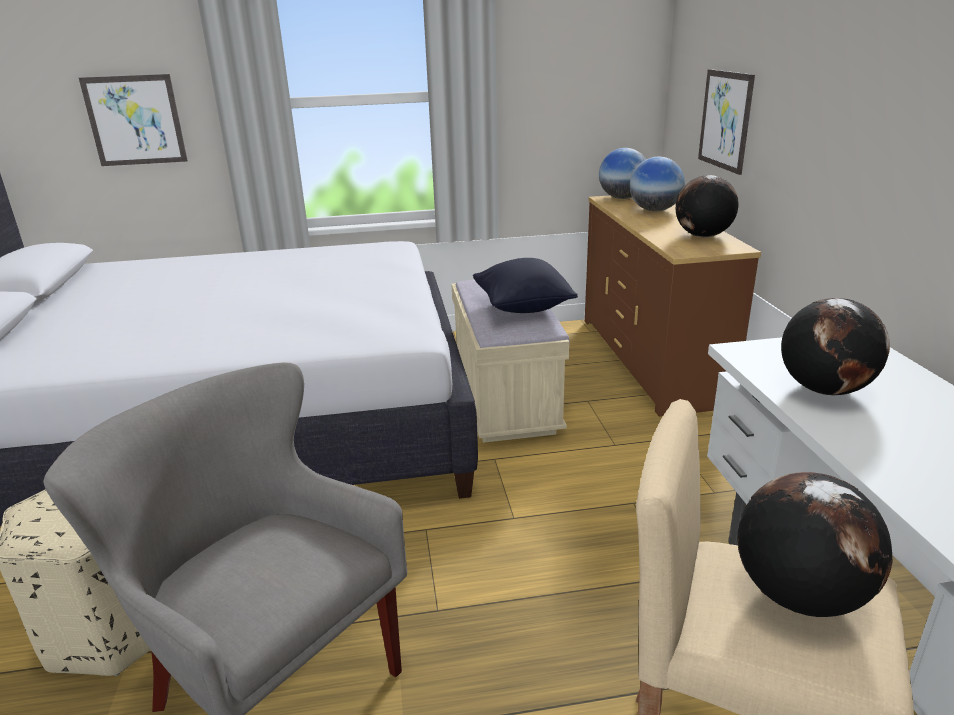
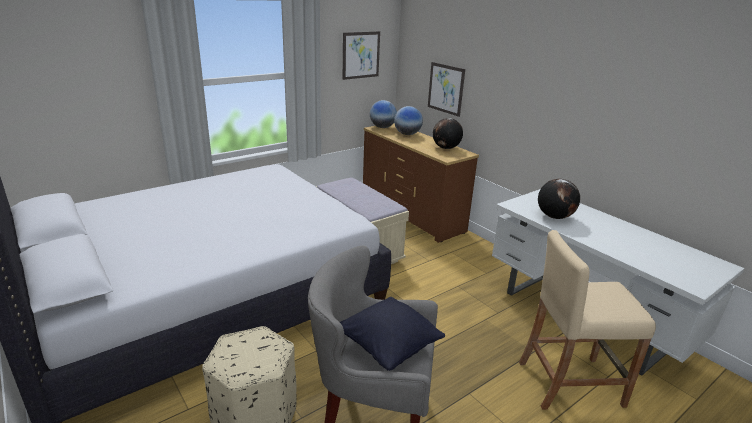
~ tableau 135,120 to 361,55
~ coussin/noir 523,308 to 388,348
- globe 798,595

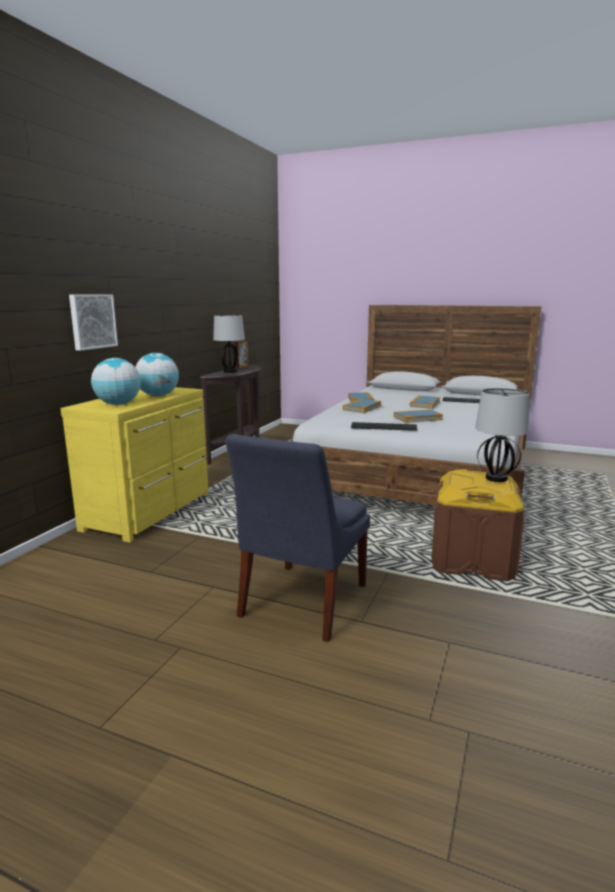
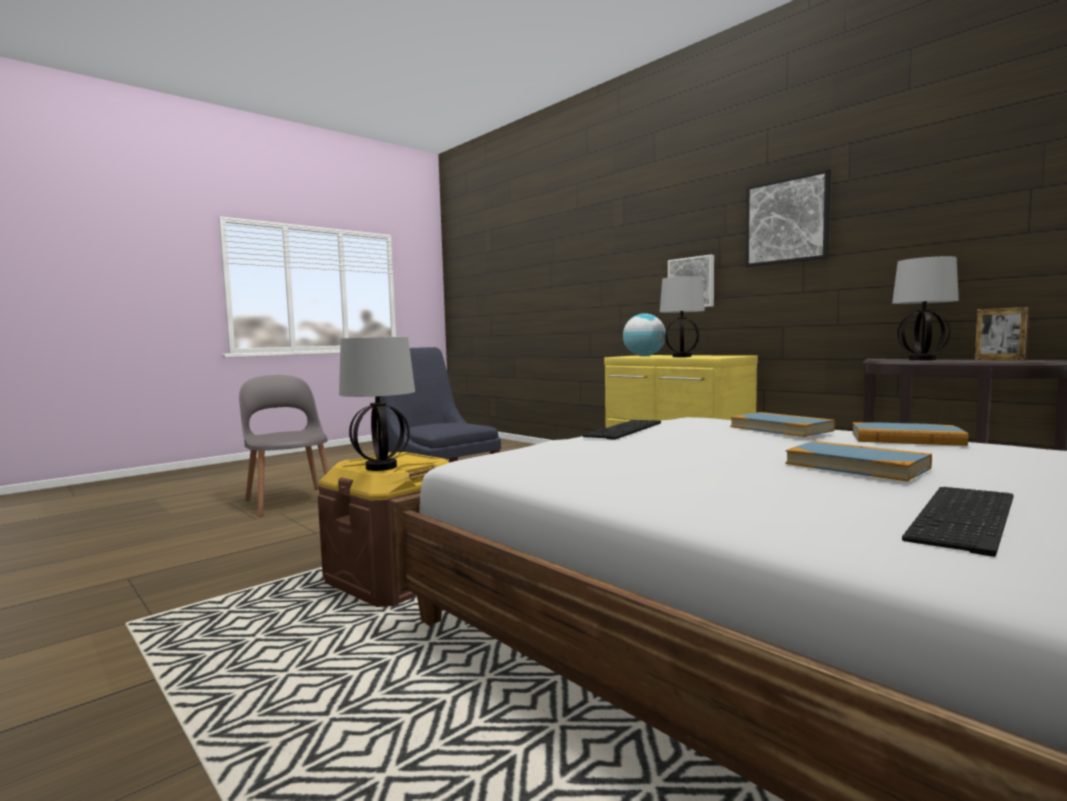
~ globe 158,395 to lampe de table 682,356
- livre 417,418
+ chaise/gris 289,500
+ tableau 787,221

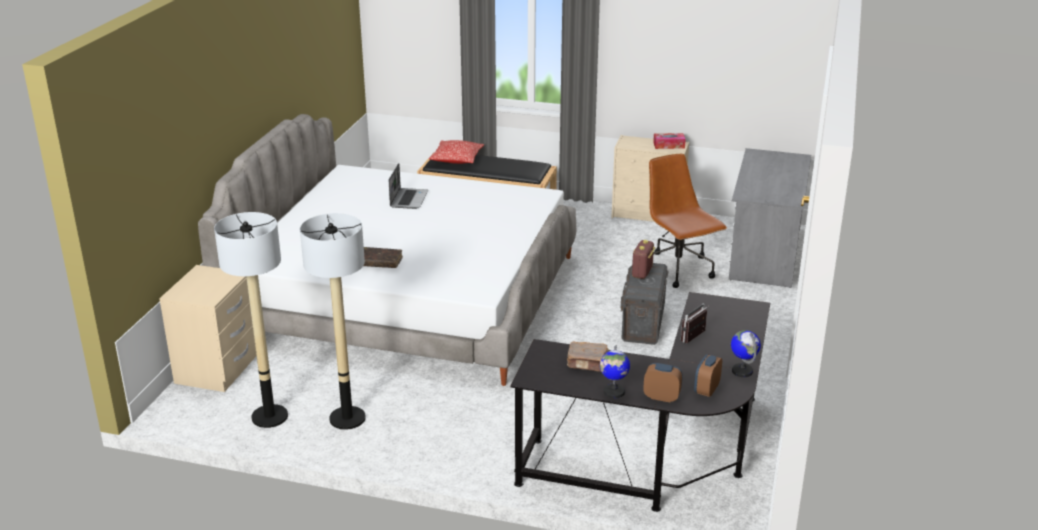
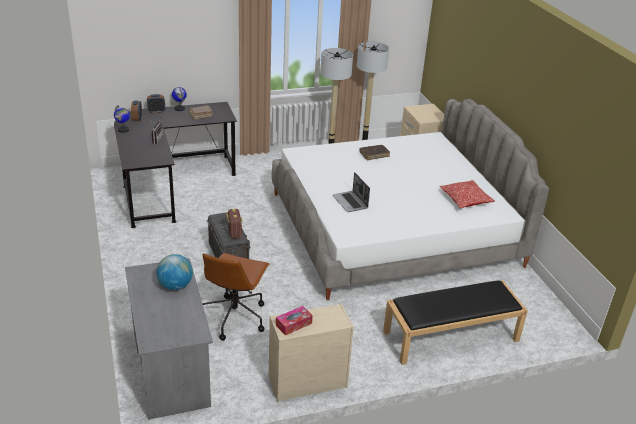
~ ordinateur portable 408,199 to 350,202
~ coussin 456,159 to 465,200
~ chaise de bureau/marron 678,270 = 234,317 75 degrees clockwise
+ globe 175,286

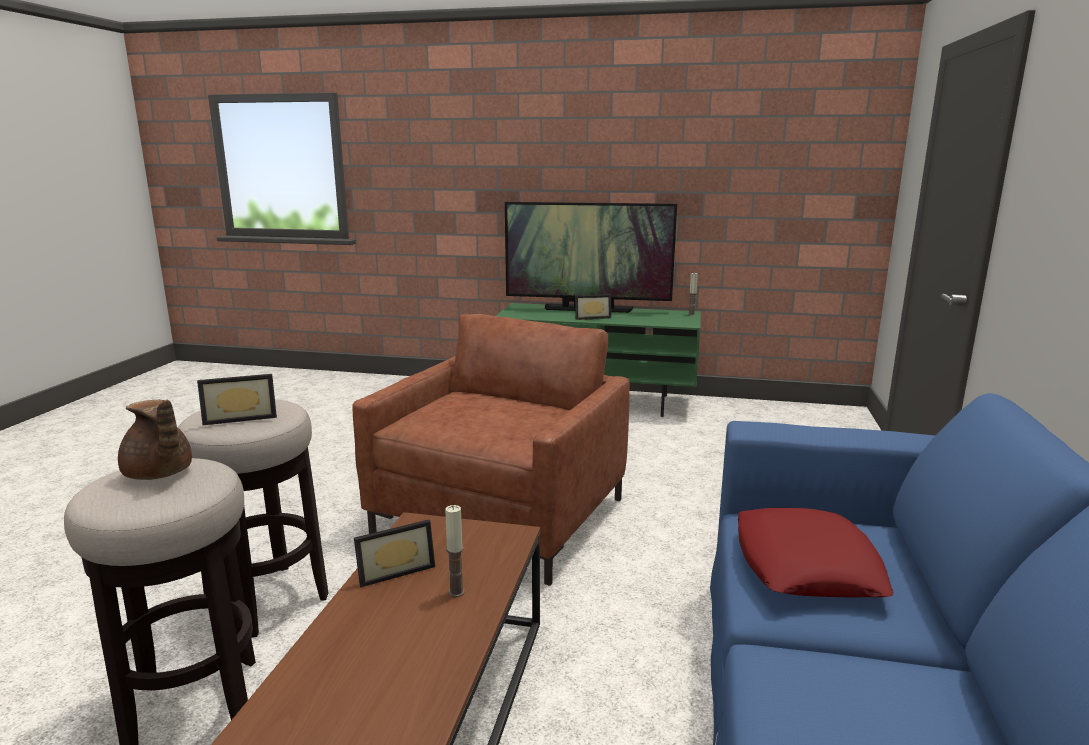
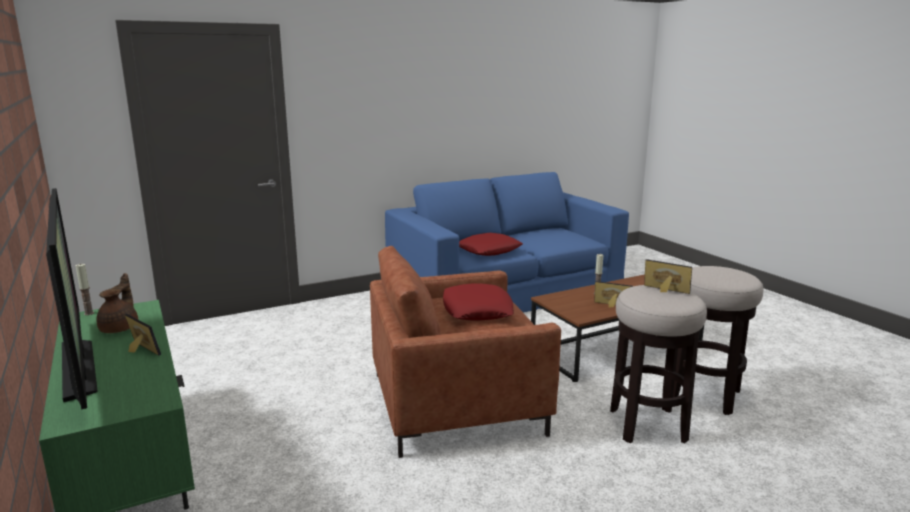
~ théière/marron 159,474 to 121,328
+ coussin/rouge 476,310

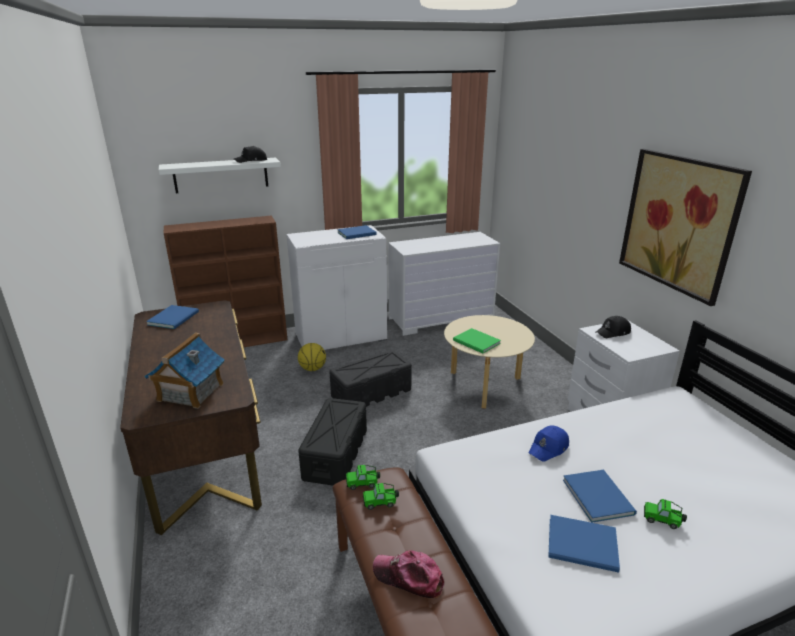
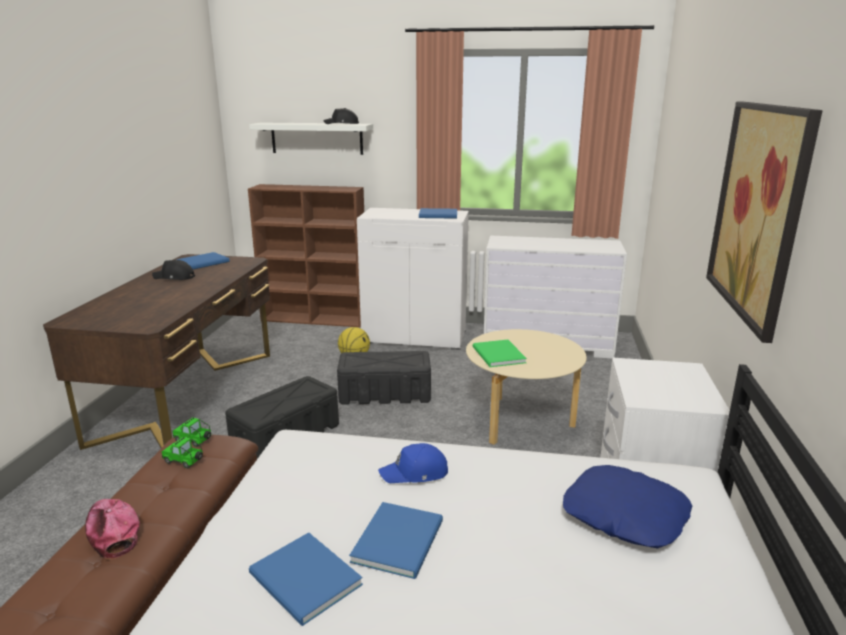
- maison miniature 190,392
~ casquette/noir 613,332 to 174,277
- petite voiture 663,520
+ coussin/bleu 624,516

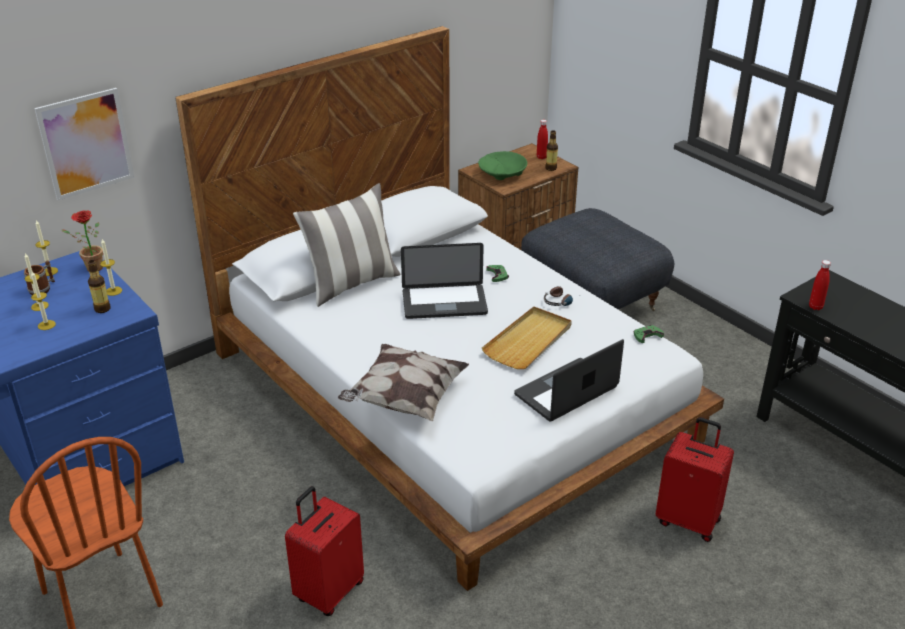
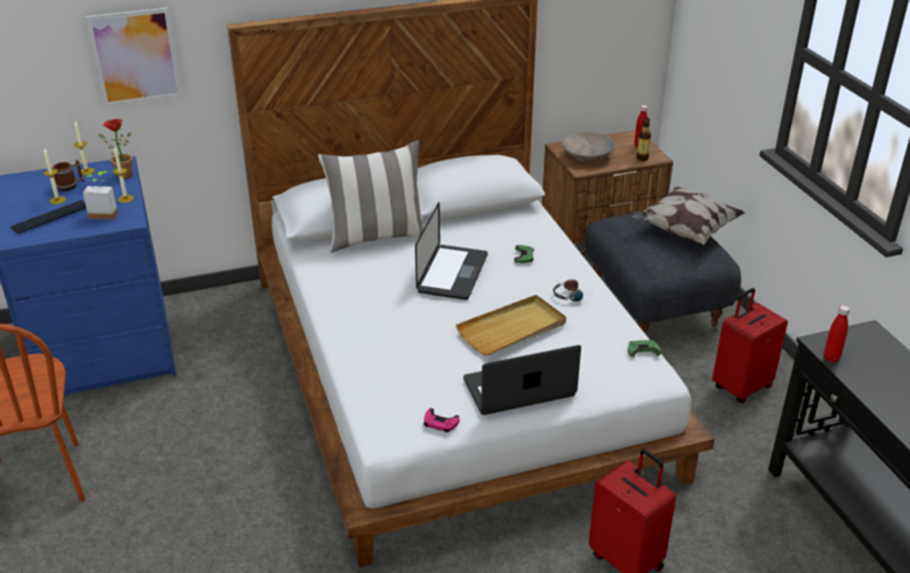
~ bougie 46,325 to clavier 51,218
~ bouteille 102,309 to plante en pot 105,213
~ valise/rouge 328,591 to 740,386
~ coussin 404,399 to 684,231
~ ordinateur portable 444,303 = 452,273 90 degrees counterclockwise
~ bol/vert 503,174 to bol/beige 588,156
+ manette/rose 440,423

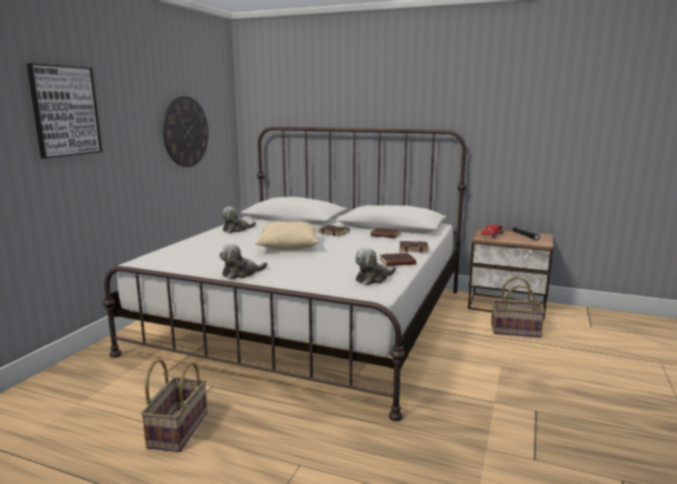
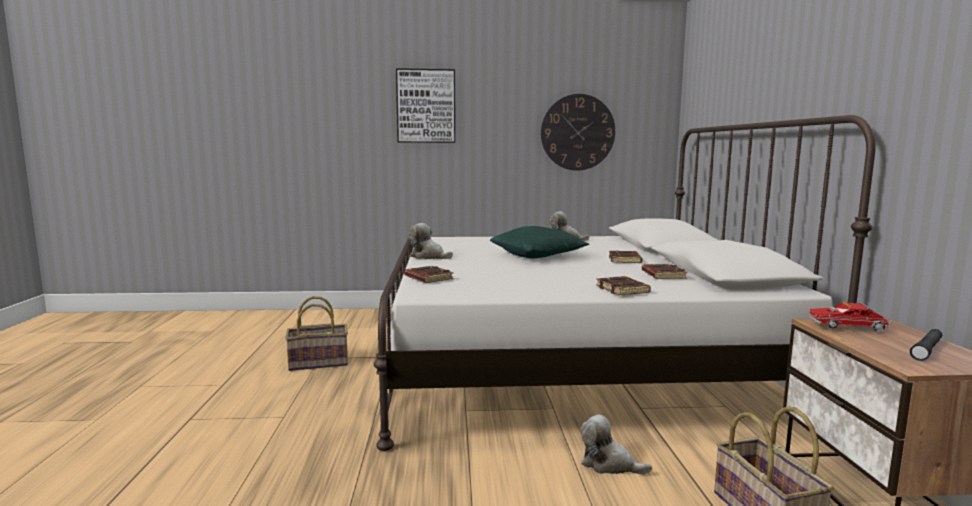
~ coussin/beige 288,246 to coussin/vert 538,255
~ peluche 373,279 to 609,464
~ livre/marron 397,263 to 427,278

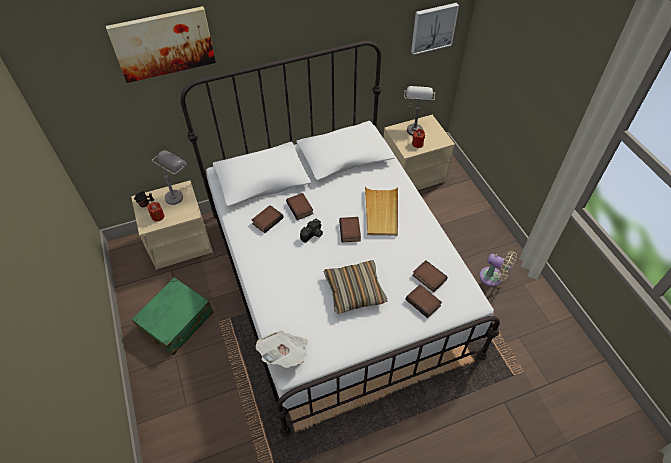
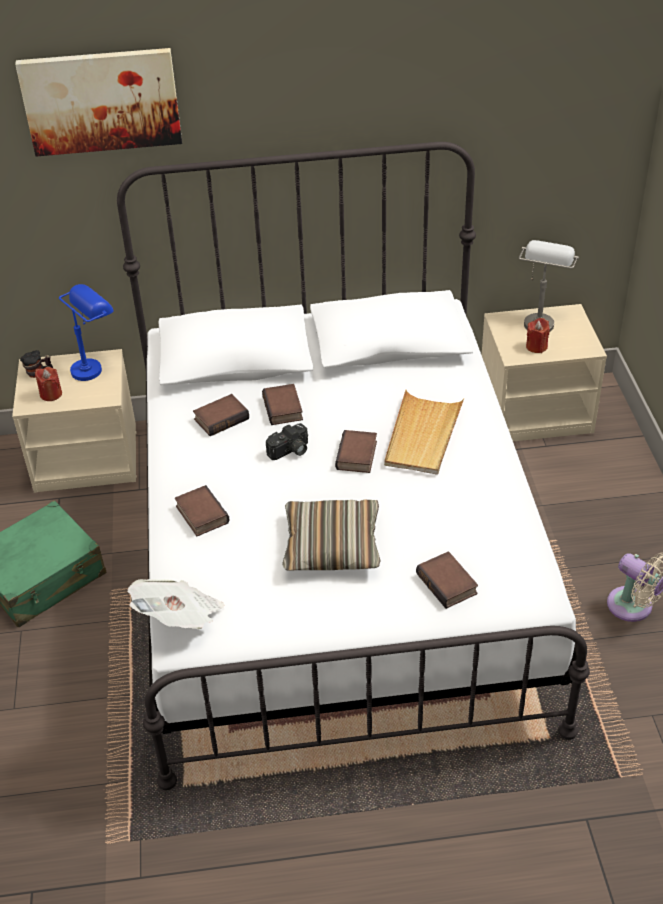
~ lampe de table/gris 178,194 to lampe de table/bleu 95,366
- tableau 433,27
~ livre 428,278 to 200,514

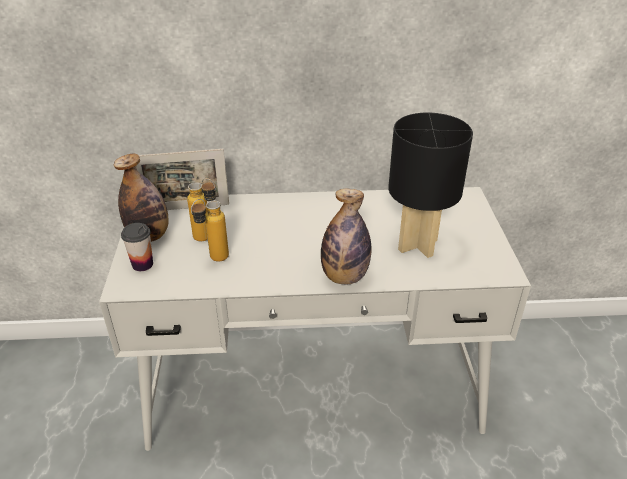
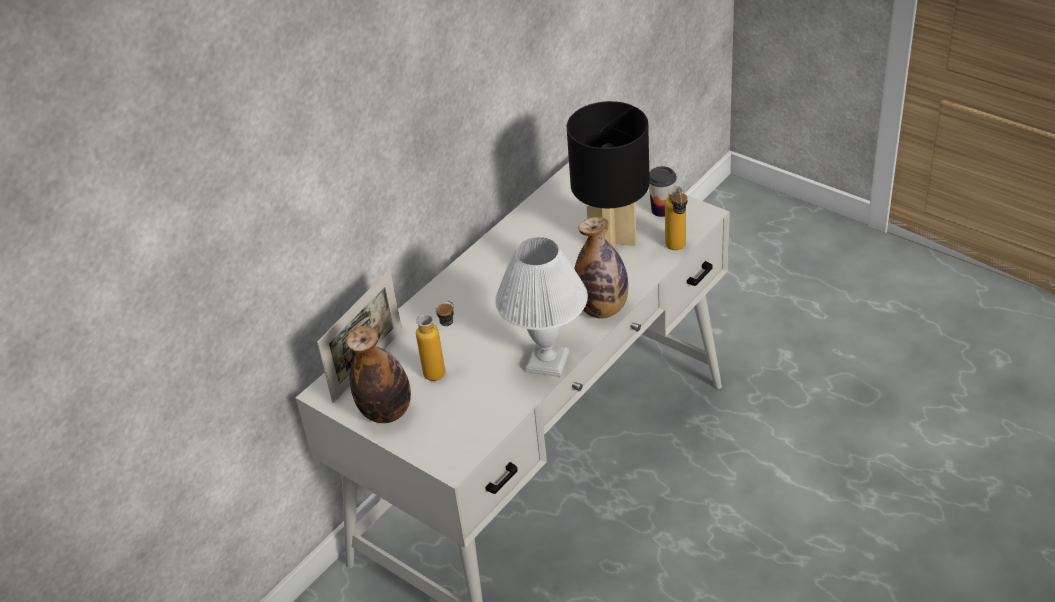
~ tasse 142,264 to 662,210
~ bouteille 213,260 to 677,250
+ lampe de table/blanc 547,361

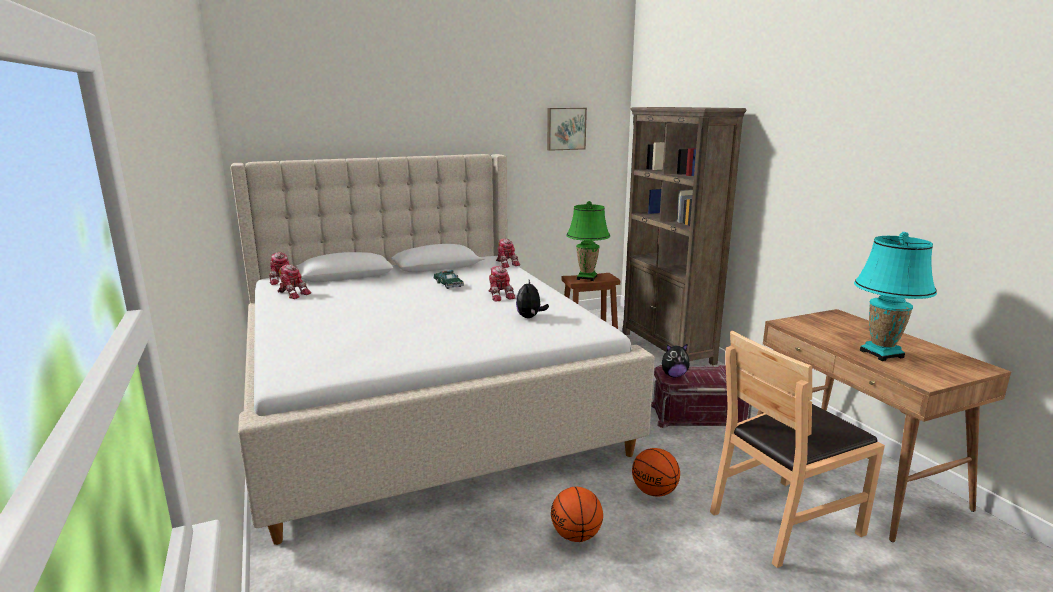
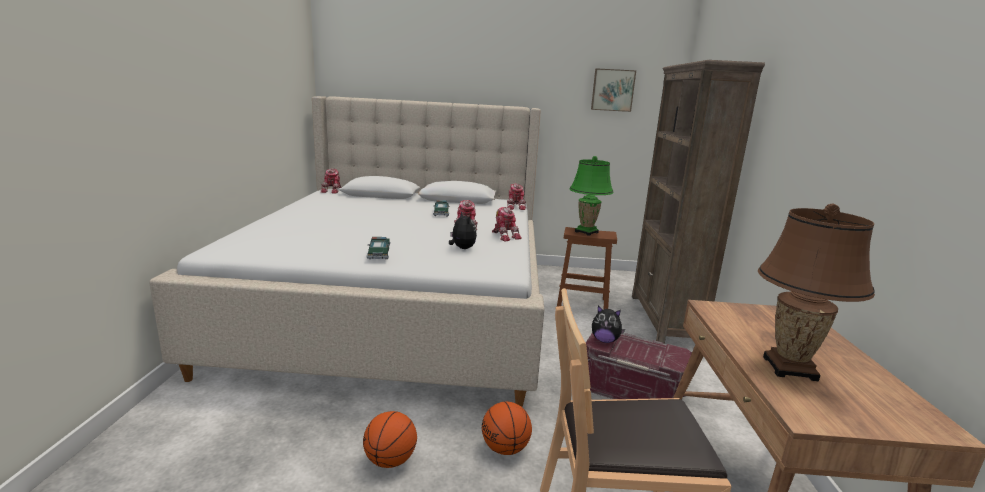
~ robot jouet 293,294 to 505,236
~ peluche 530,317 = 462,248 120 degrees clockwise
~ lampe de table/turquoise 881,354 to lampe de table/marron 789,368
+ petite voiture 379,254

